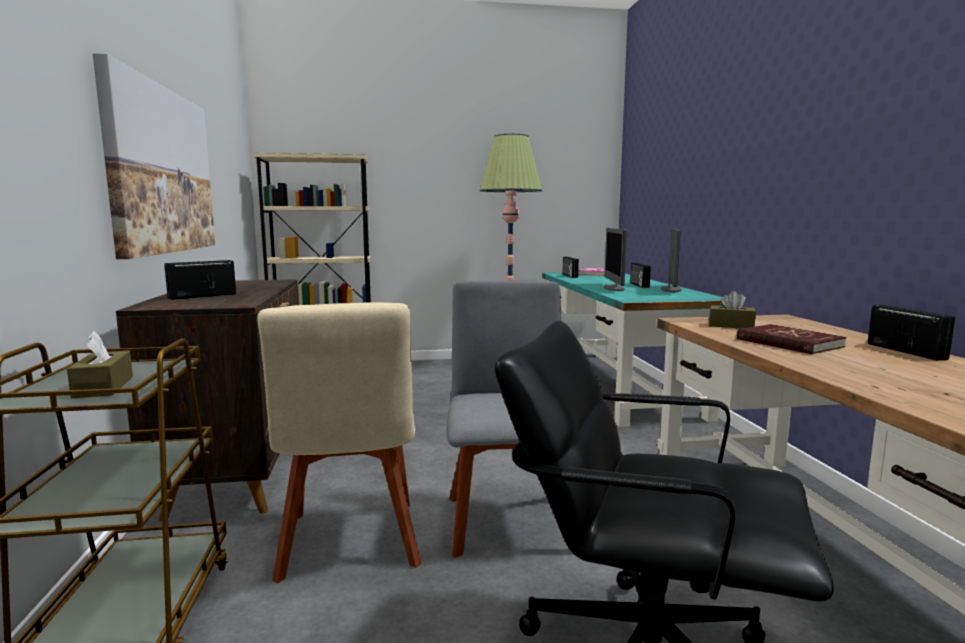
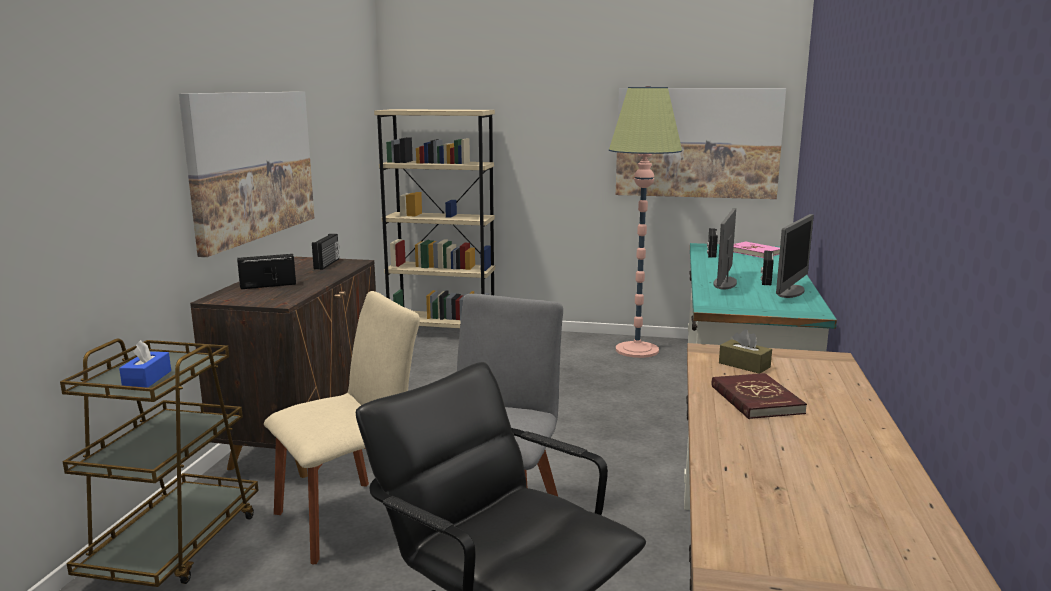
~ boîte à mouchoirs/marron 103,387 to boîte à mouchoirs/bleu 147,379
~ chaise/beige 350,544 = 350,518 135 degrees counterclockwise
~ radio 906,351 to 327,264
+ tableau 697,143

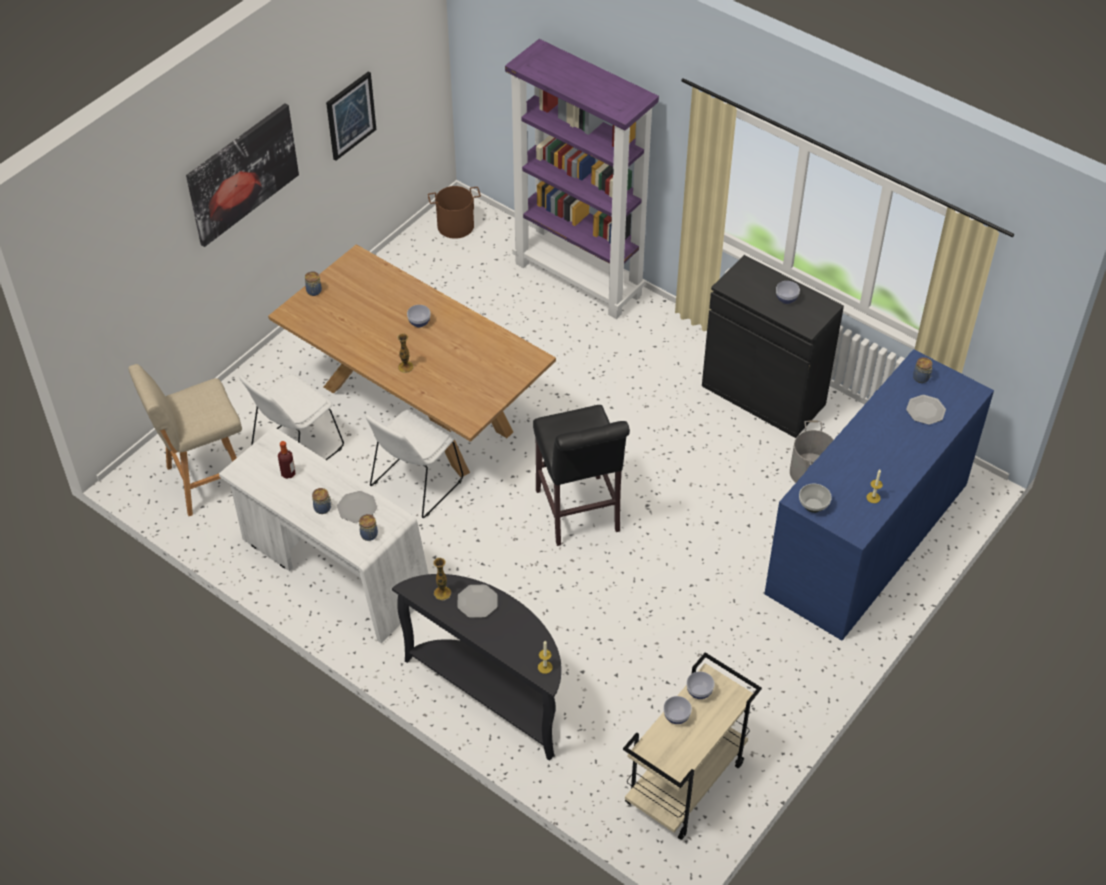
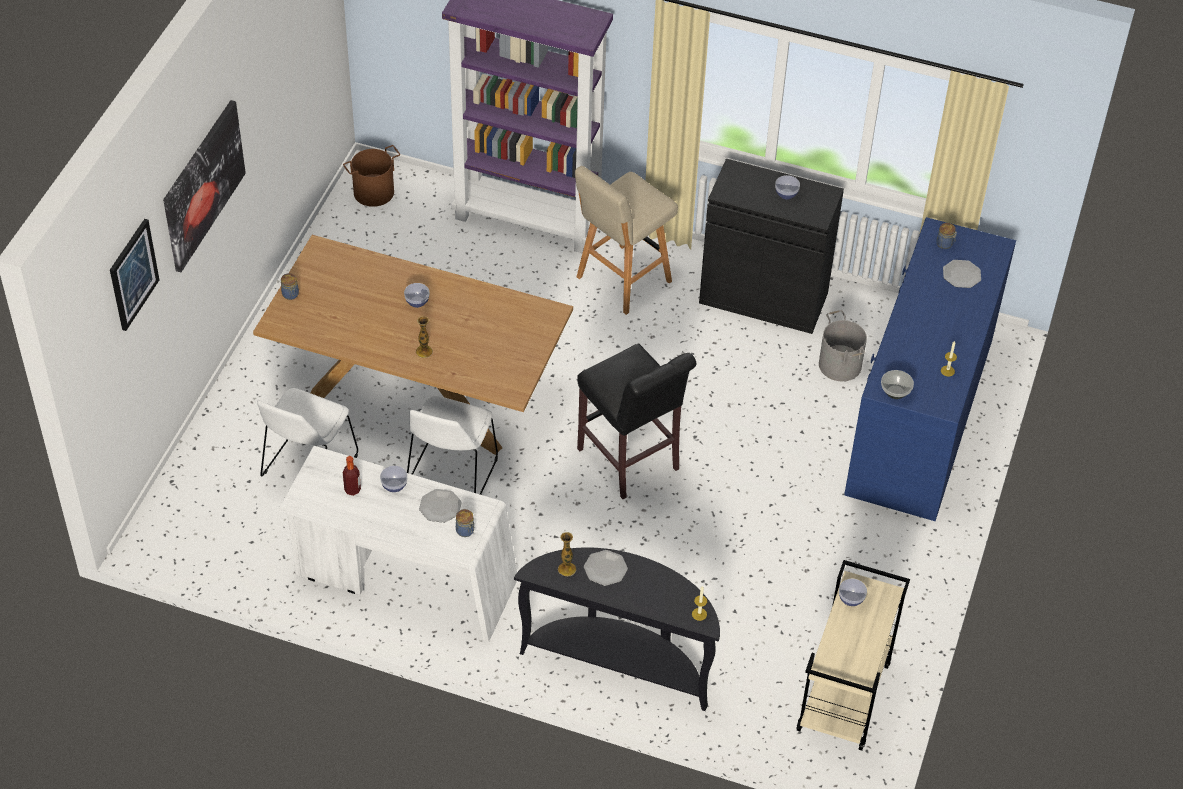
~ tabouret/beige 205,481 to 621,281
- bocal 323,508
~ tableau 350,115 to 133,274
~ bol 676,716 to 394,486

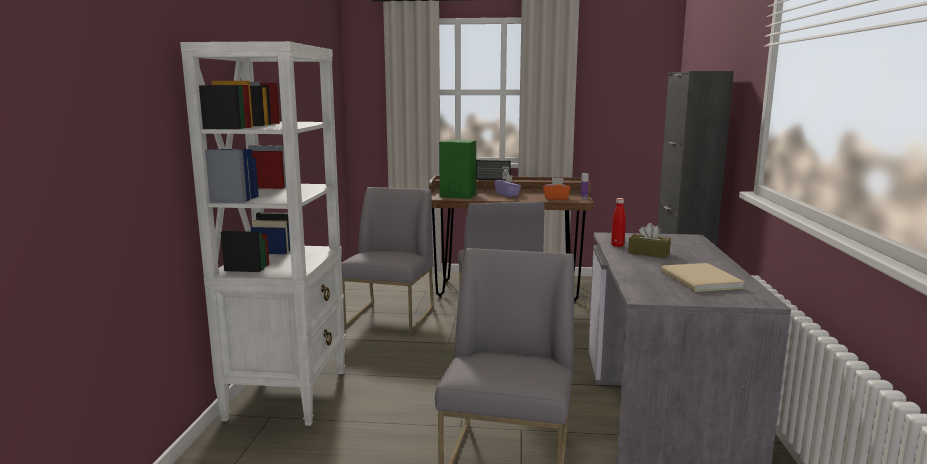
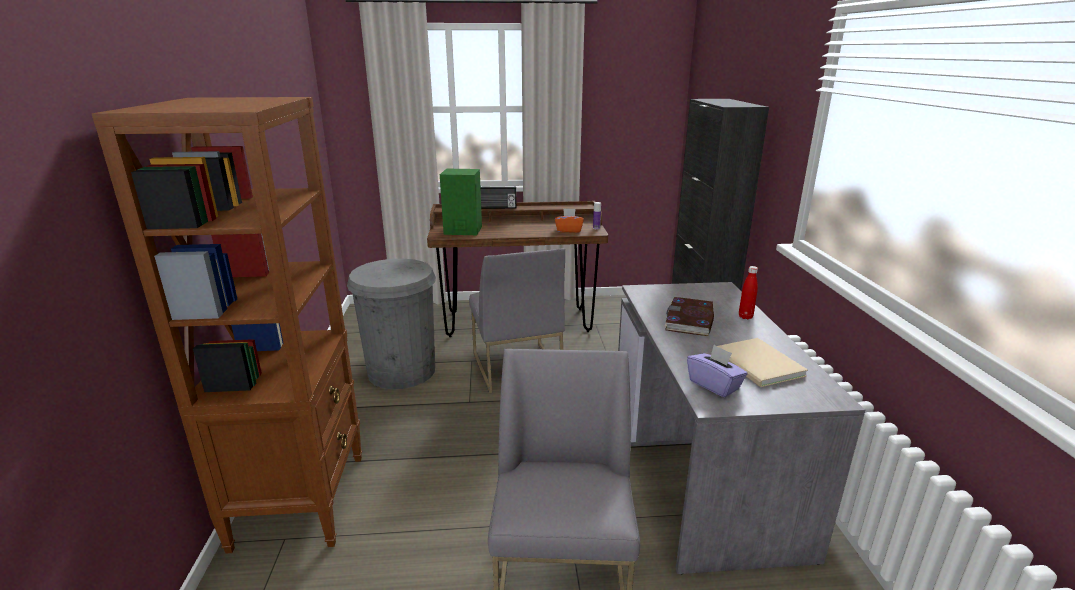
~ bibliothèque/blanc 288,394 to bibliothèque/marron 301,499
~ chaise/gris 391,318 to poubelle/gris 401,371
~ boîte à mouchoirs/violet 507,195 to 714,385
~ bouteille/rouge 617,245 to 745,317
~ boîte à mouchoirs/marron 648,253 to livre 690,320

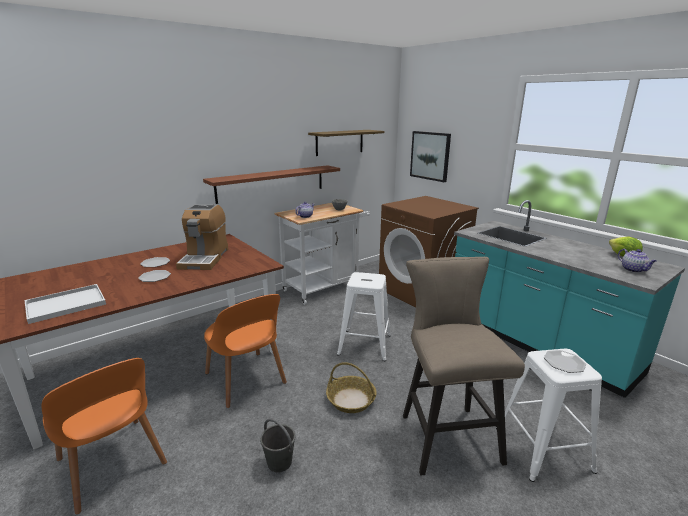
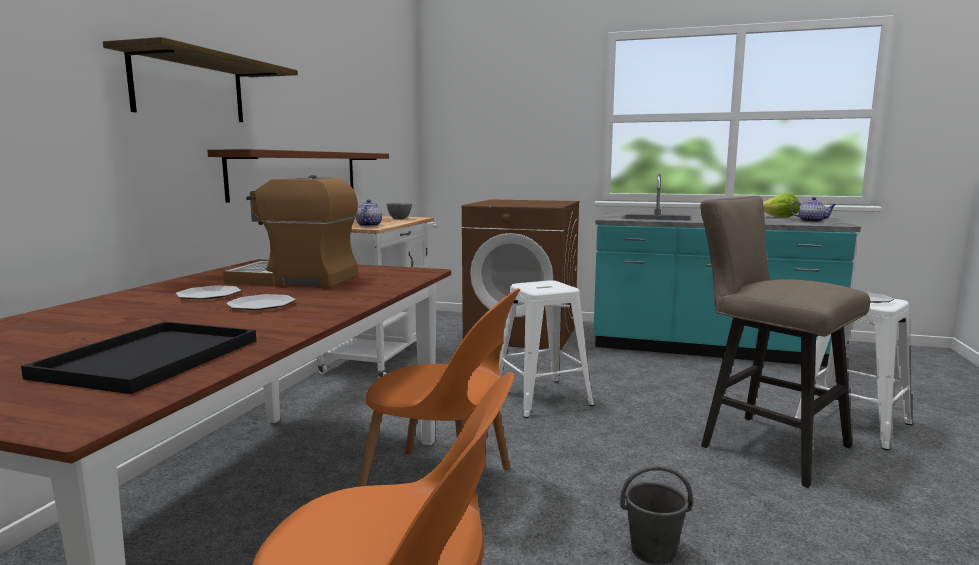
~ plateau/blanc 64,305 to plateau/noir 149,359
~ machine à café 204,258 = 296,280 135 degrees clockwise
~ étagère 339,142 to 189,88
- panier 351,400
- tableau 430,156

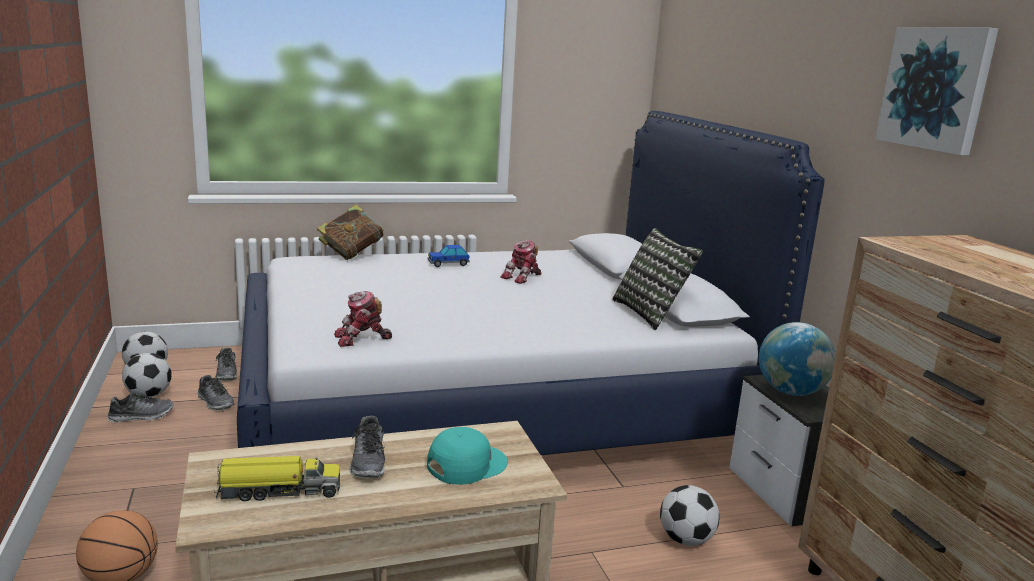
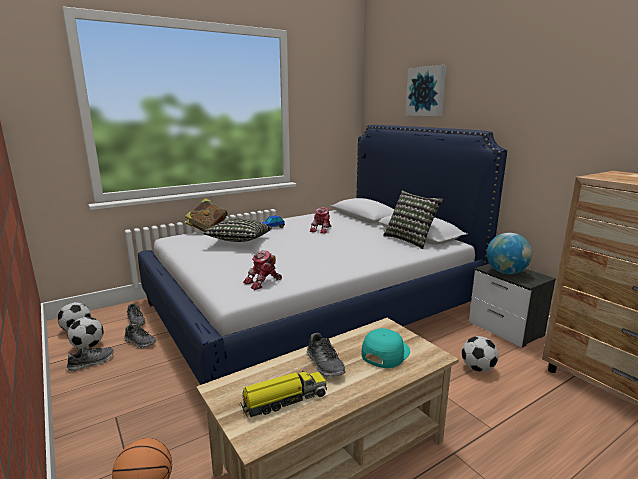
~ tableau 935,88 to 426,91
+ coussin 239,241

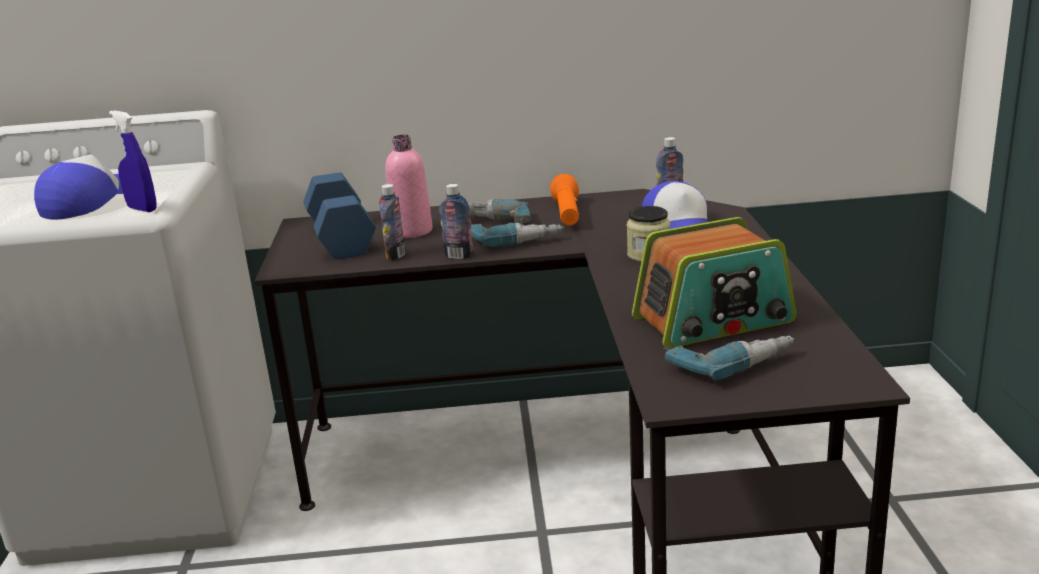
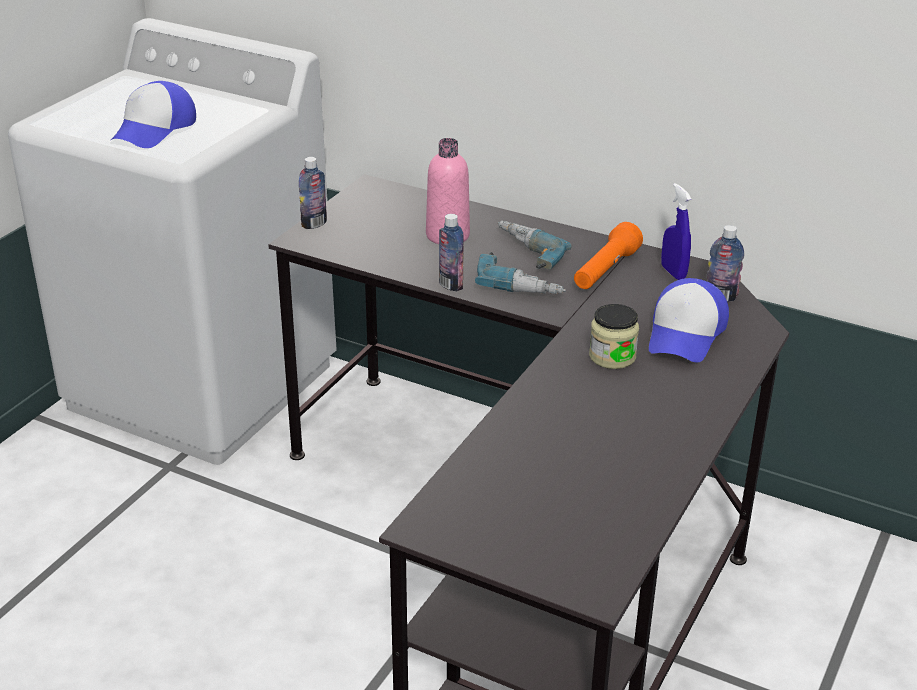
~ casquette 90,202 = 154,130 150 degrees clockwise
~ vaporisateur/bleu 142,209 to 673,272
- haltère/bleu 339,238
~ bouteille 395,255 to 314,224
- radio 713,320
- perceuse 728,361

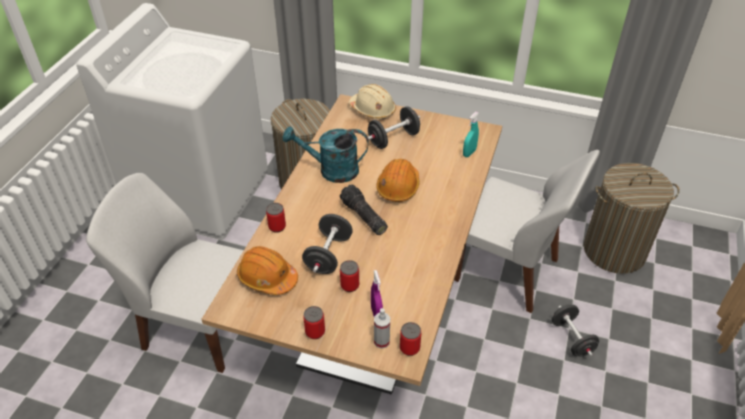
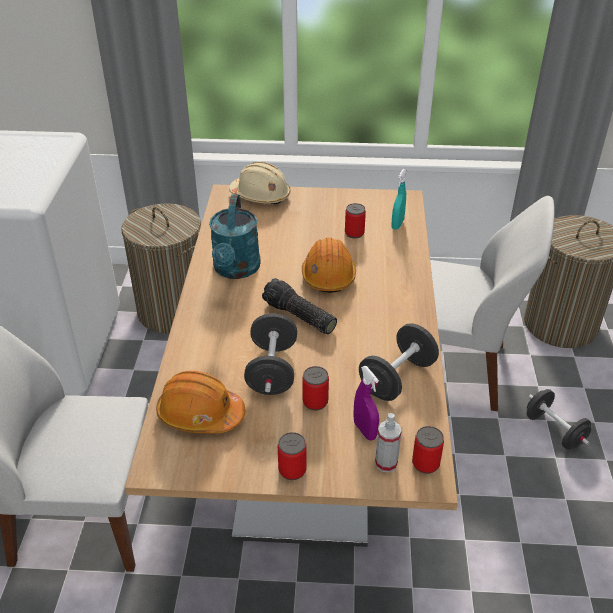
~ boîte métallique 277,227 to 354,233
~ arrosoir/turquoise 331,170 = 236,270 75 degrees counterclockwise
~ haltère/noir 393,139 to 397,378

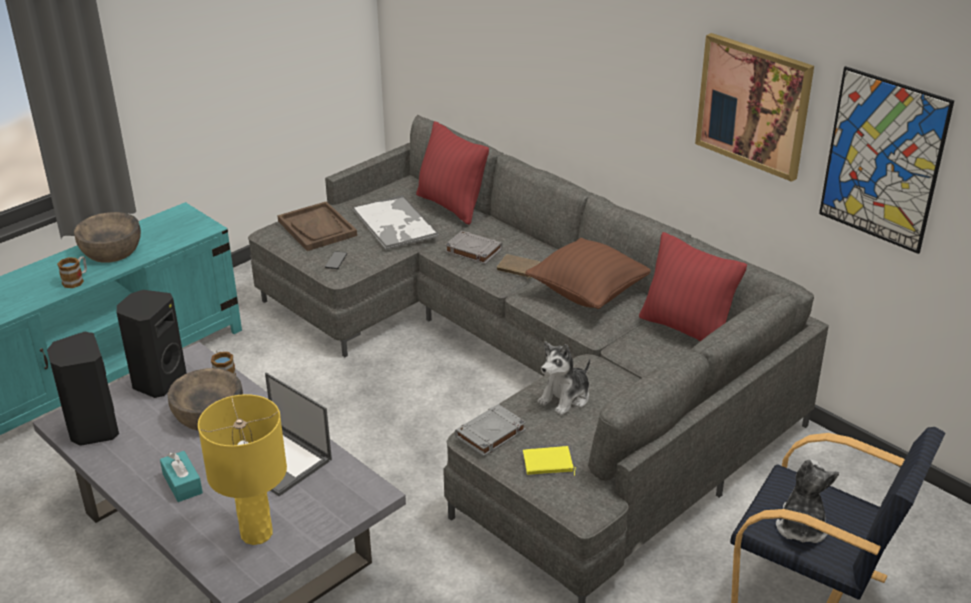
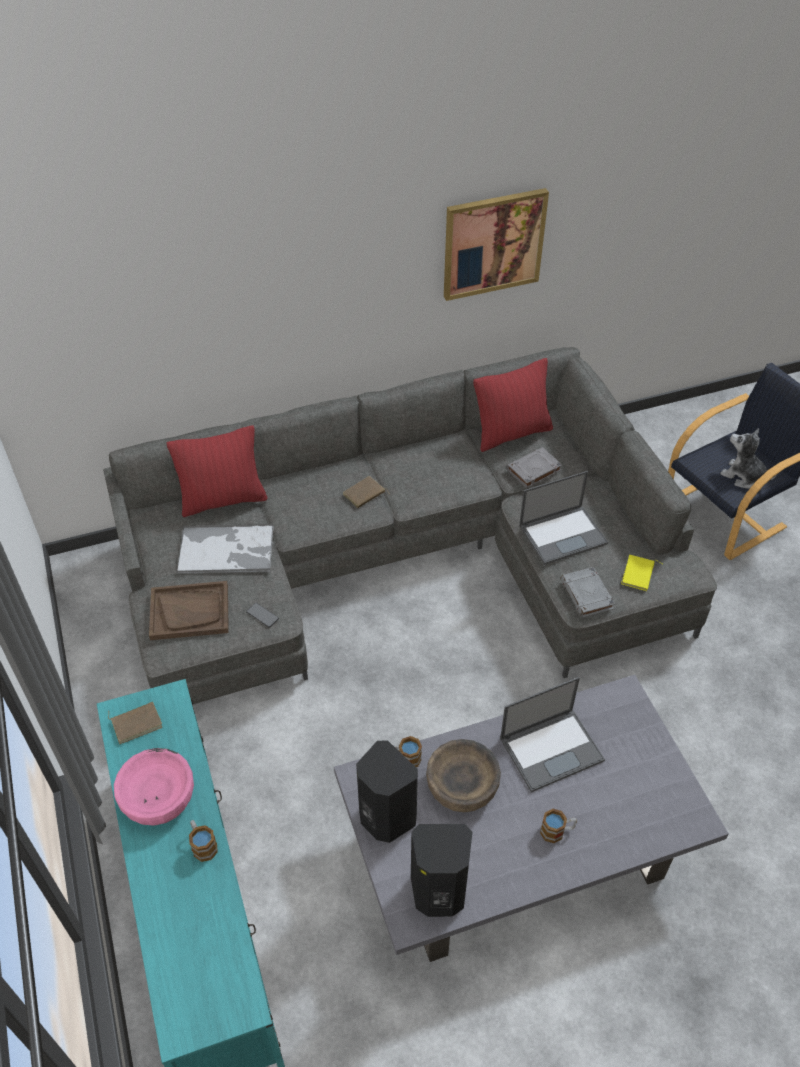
~ bol/marron 111,250 to bol/rose 158,797
~ boîte à mouchoirs/turquoise 182,484 to mug 557,831
- lampe de table/jaune 257,533
~ livre/gris 472,250 to 533,470
- coussin/marron 588,293
~ peluche 565,398 to ordinateur portable 563,534
- tableau 883,160
+ livre/marron 136,722

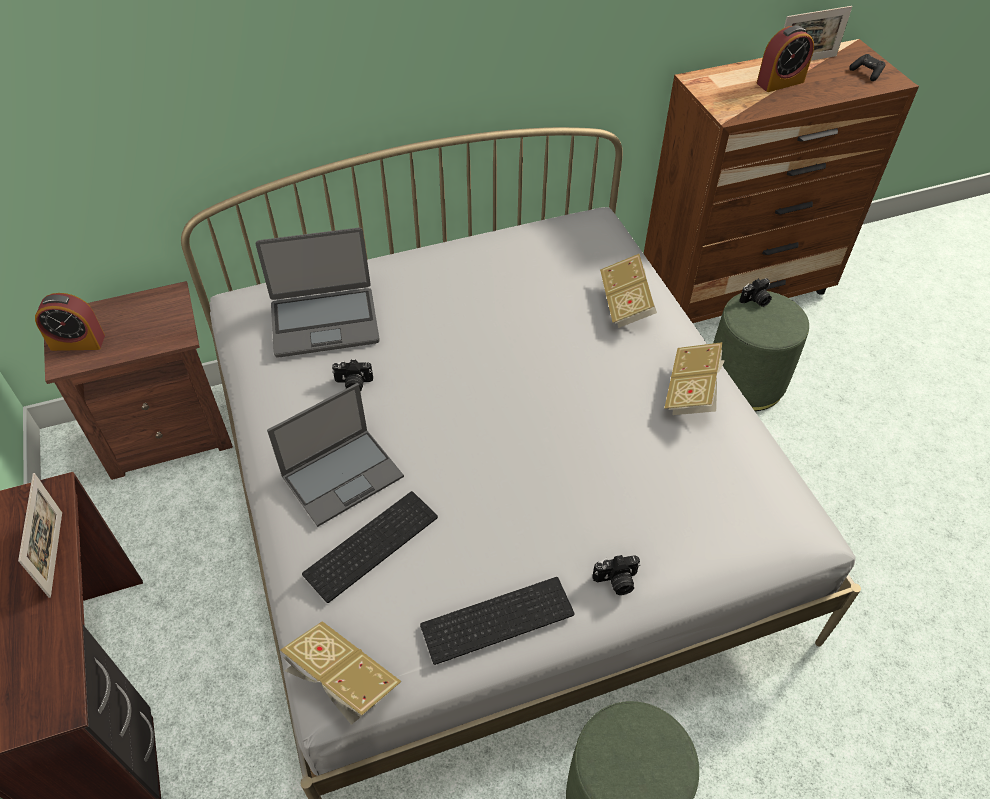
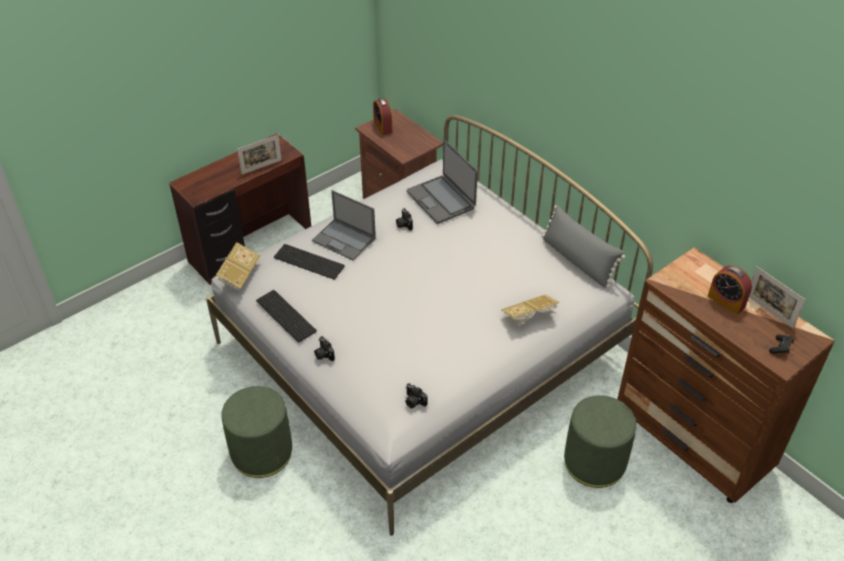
- livre 692,392
~ appareil photo 756,300 to 414,401
+ coussin/gris 577,260

